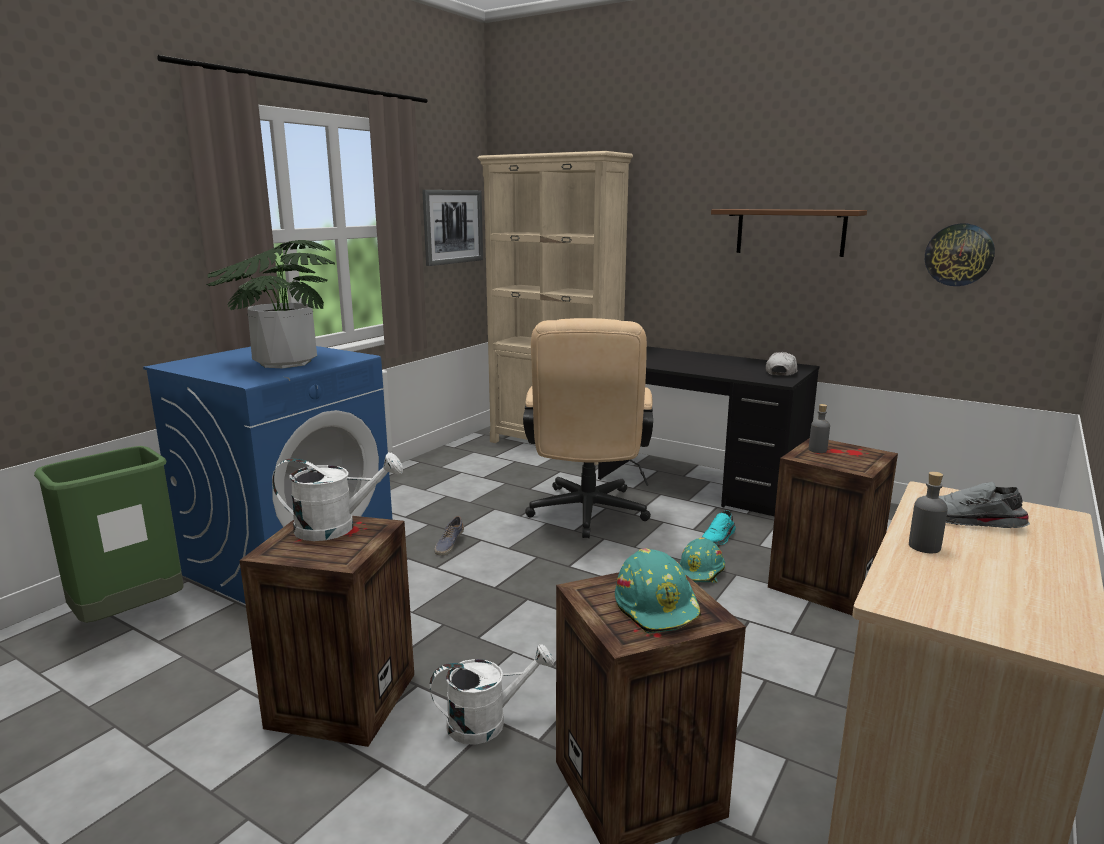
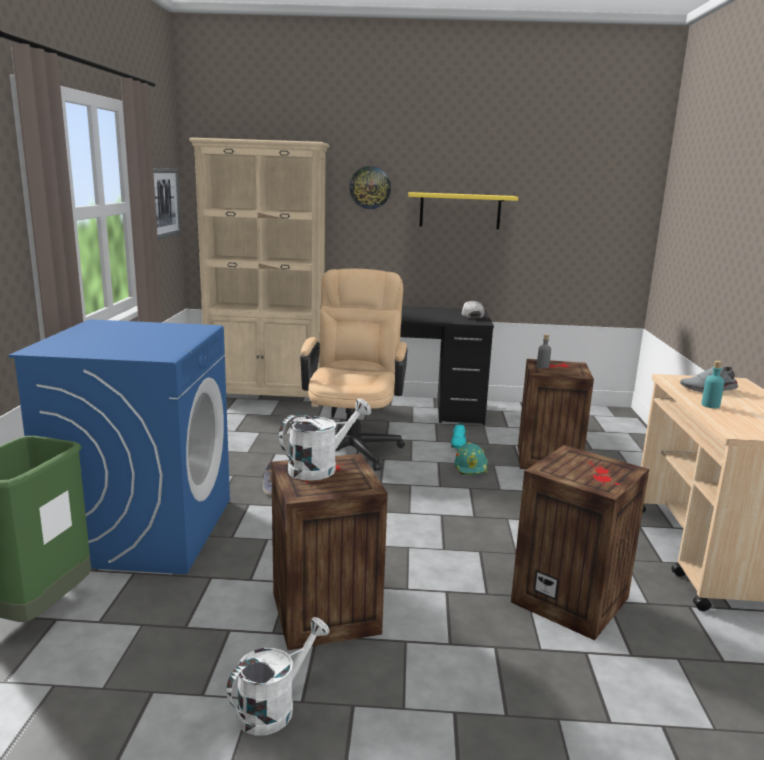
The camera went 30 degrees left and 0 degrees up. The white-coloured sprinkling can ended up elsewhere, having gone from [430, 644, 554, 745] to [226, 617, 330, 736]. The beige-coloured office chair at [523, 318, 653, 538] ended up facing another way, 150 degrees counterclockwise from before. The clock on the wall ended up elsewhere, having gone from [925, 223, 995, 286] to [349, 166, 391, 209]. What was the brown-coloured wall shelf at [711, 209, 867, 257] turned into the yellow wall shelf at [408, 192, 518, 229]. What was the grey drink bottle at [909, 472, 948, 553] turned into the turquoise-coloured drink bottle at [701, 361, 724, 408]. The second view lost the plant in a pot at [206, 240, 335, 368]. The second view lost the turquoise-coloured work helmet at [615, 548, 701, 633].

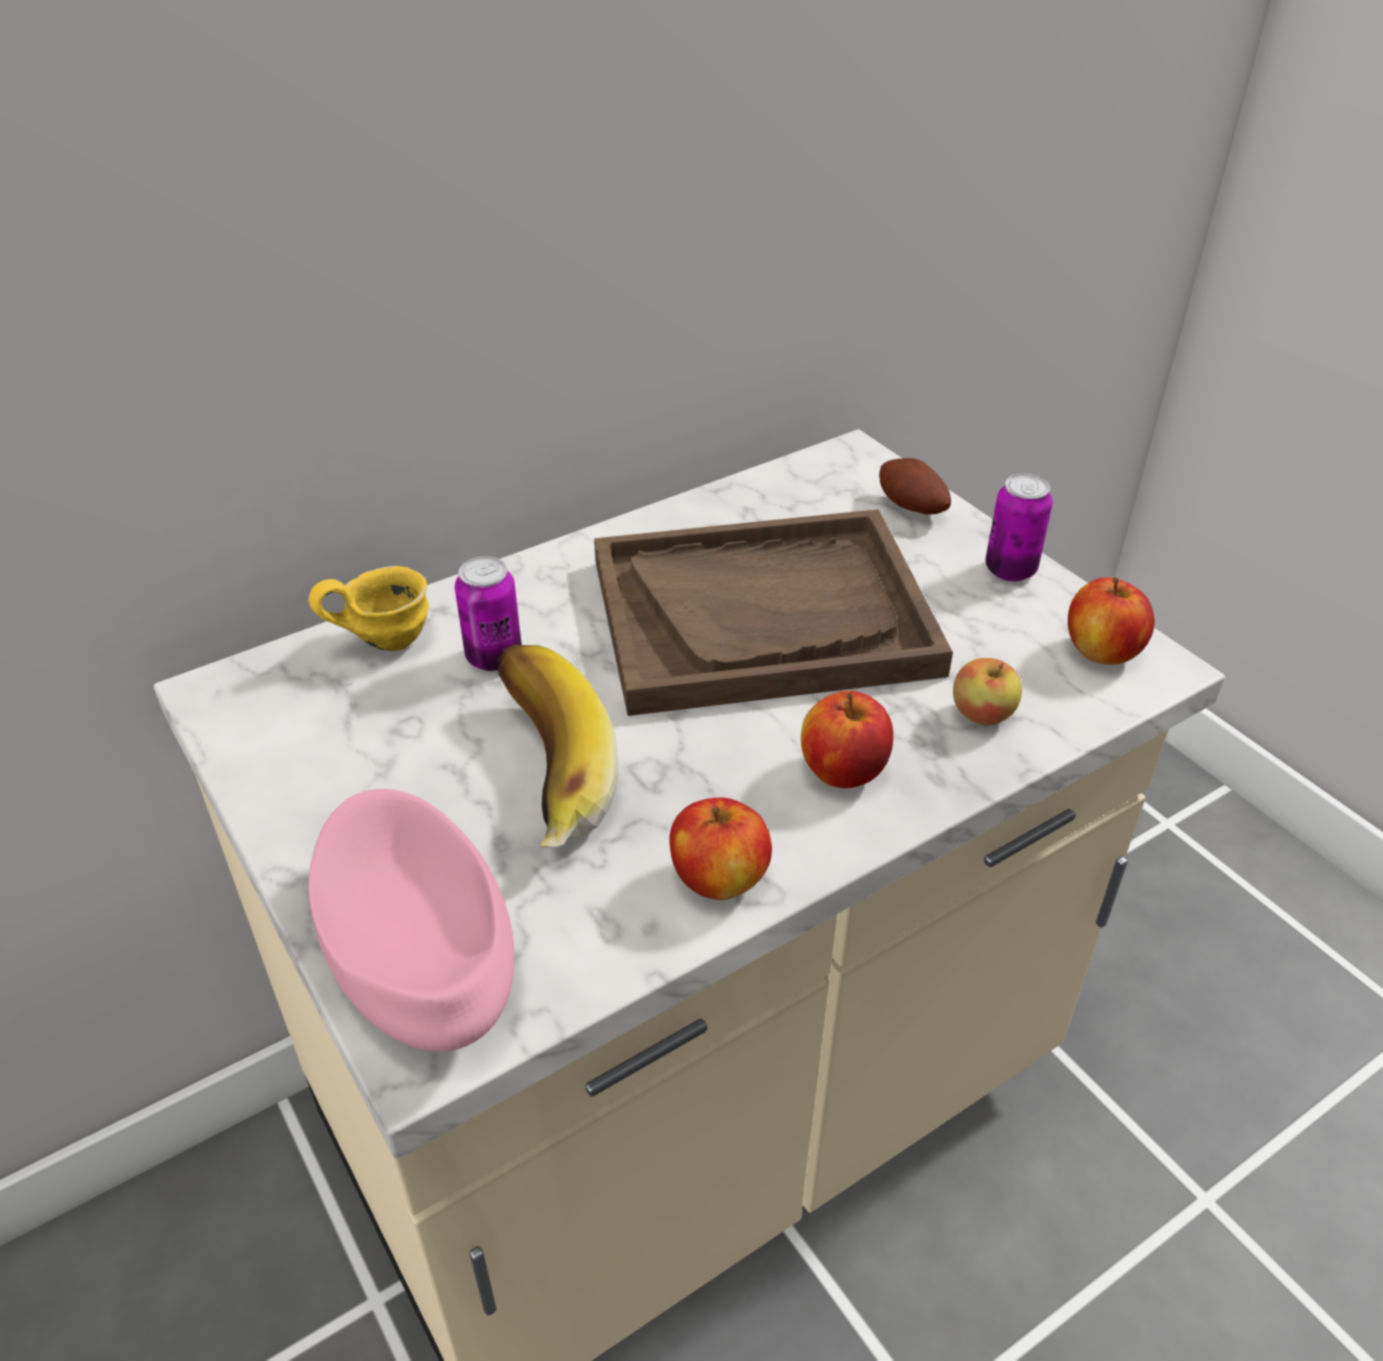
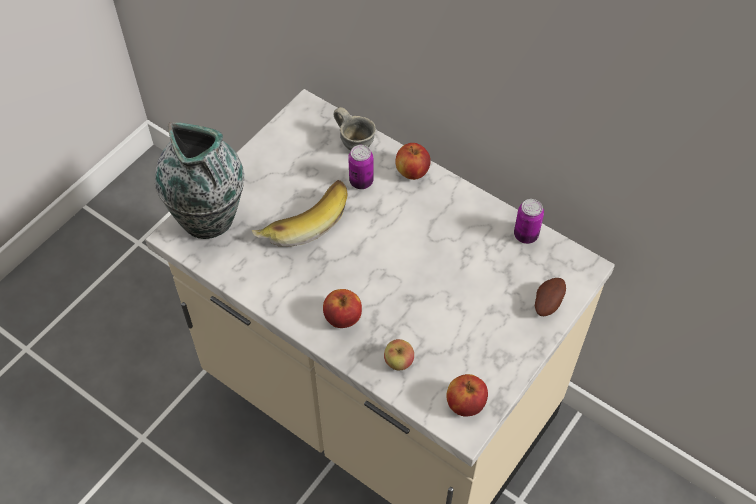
The camera went 70 degrees right and 15 degrees up. Where the pink-coloured bowl stood at [308, 789, 514, 1052], the flower vase came to stand at [155, 122, 244, 239]. What was the yellow tea mug at [308, 566, 429, 651] turned into the grey tea mug at [333, 107, 376, 151]. The whole apple ended up elsewhere, having gone from [670, 798, 772, 900] to [395, 143, 431, 180]. The sealed can ended up elsewhere, having gone from [986, 474, 1053, 582] to [514, 199, 544, 244]. The second view lost the brown-coloured tray at [594, 509, 953, 716].

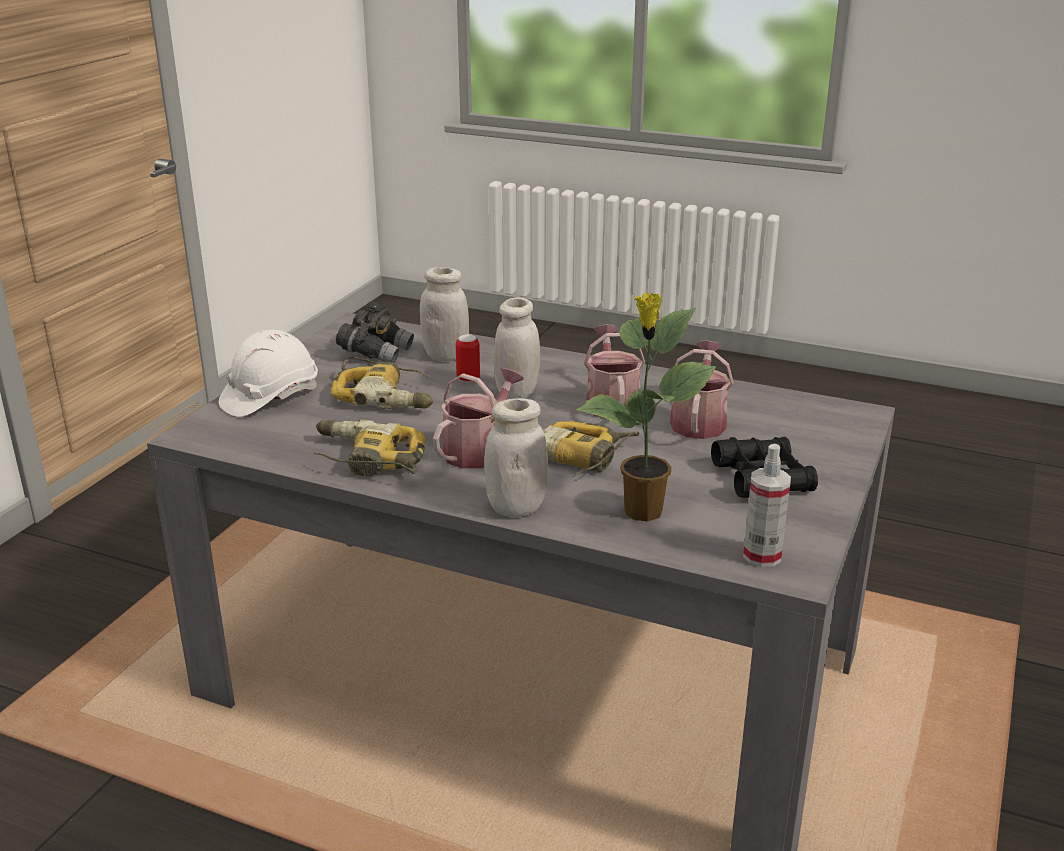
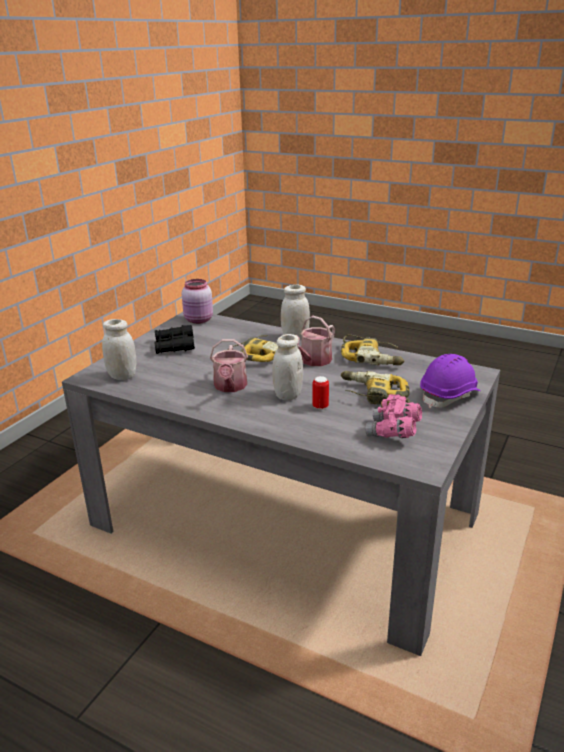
The camera went 175 degrees left and 0 degrees up. The white-coloured preserve jar ended up elsewhere, having gone from [420, 267, 469, 361] to [102, 319, 136, 380]. Where the sprayer stood at [743, 444, 791, 567], the pink-coloured preserve jar came to stand at [182, 279, 213, 324]. What was the grey field glasses at [336, 302, 414, 363] turned into the pink-coloured field glasses at [365, 394, 422, 438]. What was the white-coloured work helmet at [219, 330, 318, 417] turned into the purple-coloured work helmet at [420, 354, 481, 408]. The second view lost the plant in a pot at [576, 292, 716, 522]. The second view lost the sprinkling can at [670, 341, 734, 439].

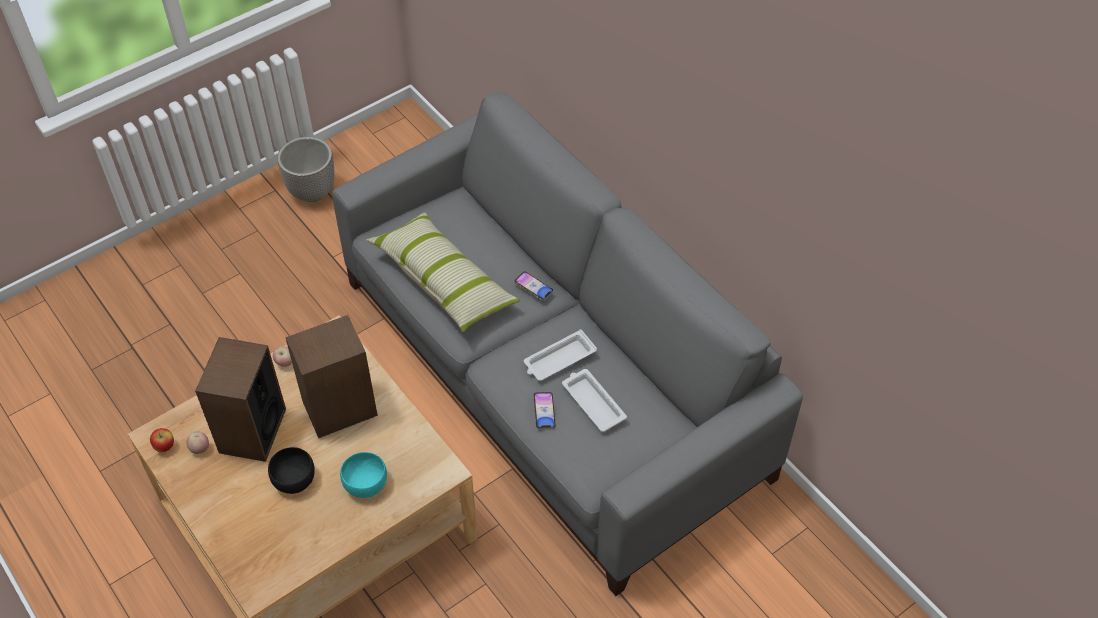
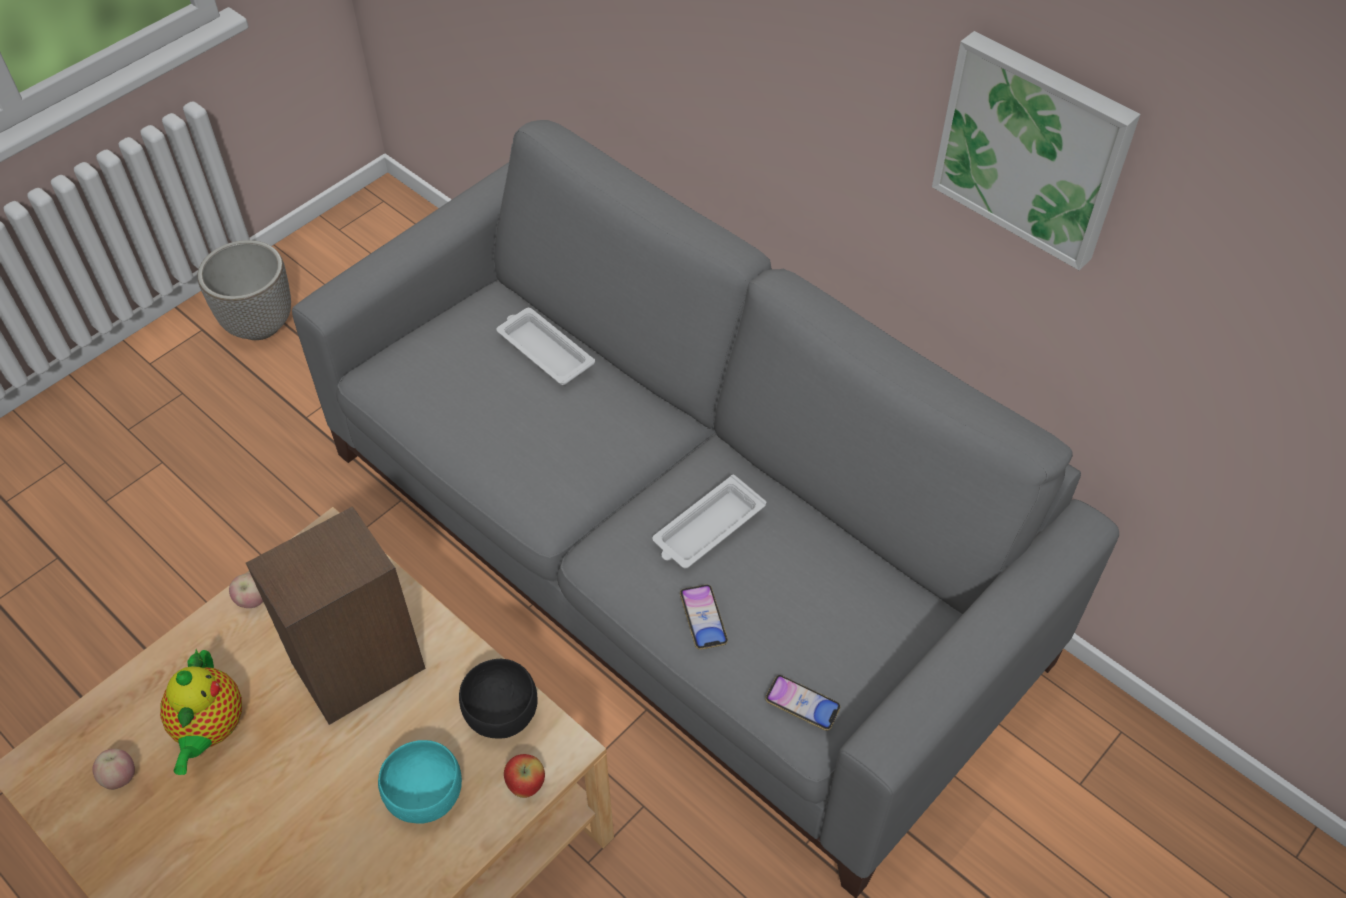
The camera went 10 degrees left and 0 degrees up. Where the loudspeaker stood at [195, 337, 286, 462], the tea pot came to stand at [160, 649, 242, 775]. The blackish bowl ended up elsewhere, having gone from [268, 447, 315, 494] to [459, 659, 538, 739]. The white-coloured tray ended up elsewhere, having gone from [562, 369, 627, 432] to [497, 308, 595, 385]. The whole apple ended up elsewhere, having gone from [150, 428, 174, 452] to [504, 754, 545, 798]. The handset ended up elsewhere, having gone from [514, 272, 553, 301] to [765, 675, 840, 731]. The second view gained the picture at [932, 31, 1140, 270]. The second view lost the pillow at [366, 212, 520, 332].

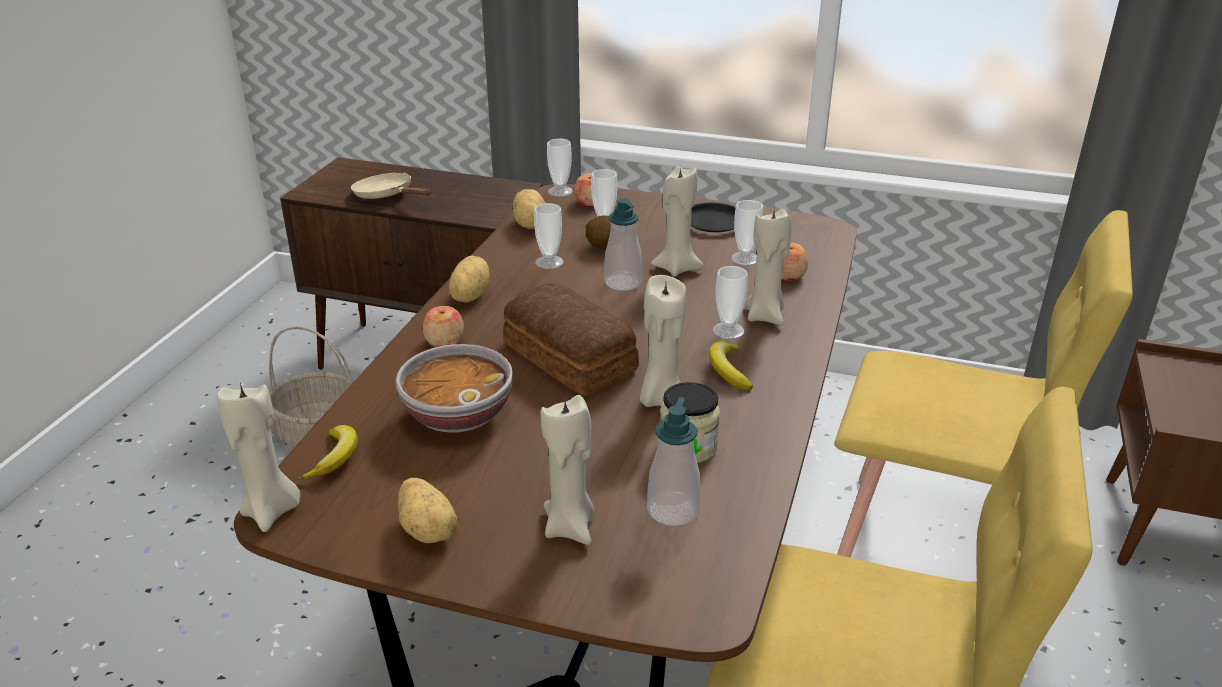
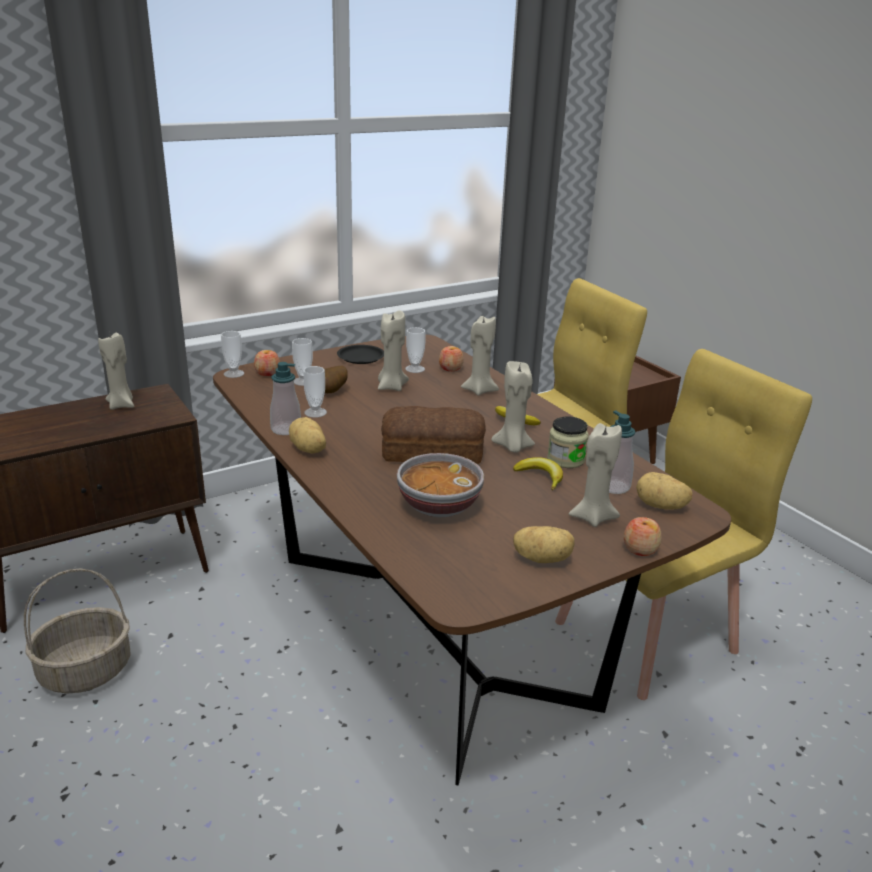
The camera went 50 degrees left and 5 degrees down. The beige-coloured wax candle ended up elsewhere, having gone from [217, 383, 300, 532] to [98, 331, 134, 410]. The soap bottle ended up elsewhere, having gone from [604, 198, 642, 291] to [270, 362, 301, 435]. The whole banana ended up elsewhere, having gone from [298, 425, 358, 480] to [513, 457, 563, 491]. The whole apple ended up elsewhere, having gone from [423, 306, 464, 347] to [624, 517, 662, 556]. The potato ended up elsewhere, having gone from [513, 189, 545, 229] to [636, 472, 692, 510]. The second view lost the beige-coloured skillet at [351, 173, 431, 199]. The second view lost the drinking cup at [713, 266, 748, 339].

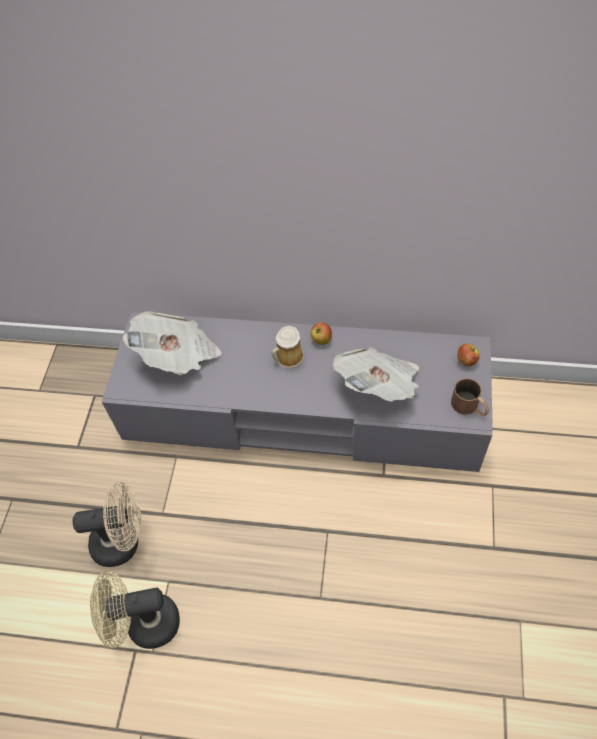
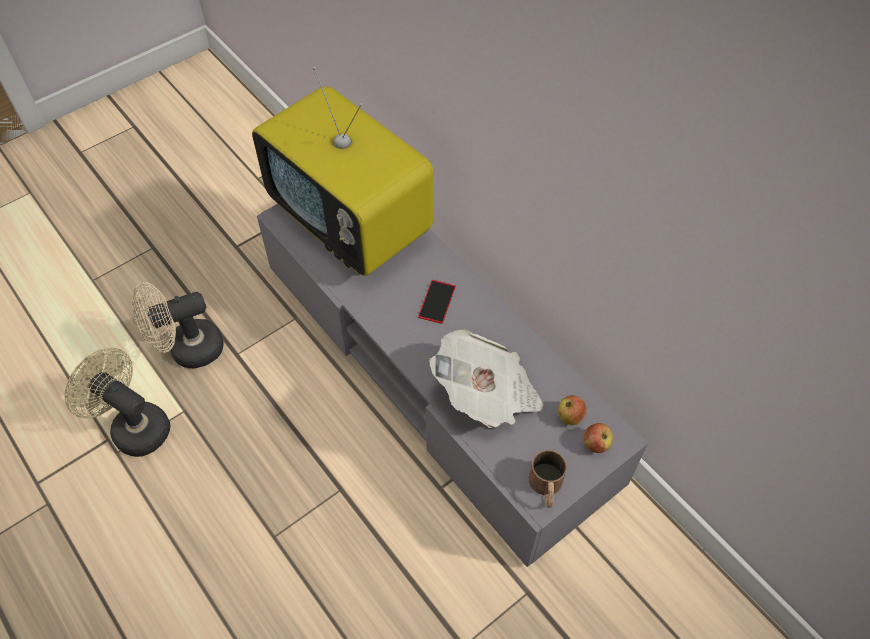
The camera went 40 degrees right and 0 degrees up. The beige-coloured electric fan at [73, 481, 141, 567] ended up facing another way, 120 degrees clockwise from before. Where the newspaper stood at [122, 311, 221, 375], the television came to stand at [252, 66, 433, 276]. Where the tea mug stood at [271, 326, 304, 368], the handset came to stand at [418, 280, 456, 324]. The whole apple ended up elsewhere, having gone from [310, 322, 332, 345] to [558, 395, 587, 425].

